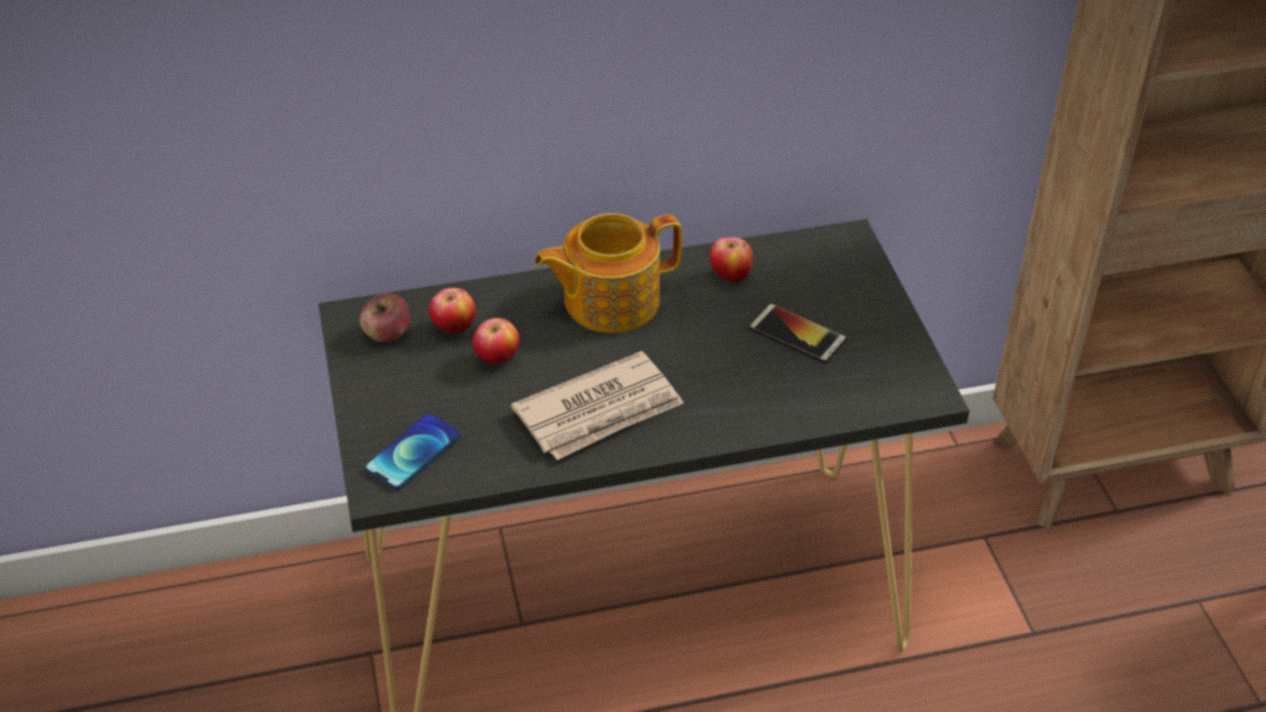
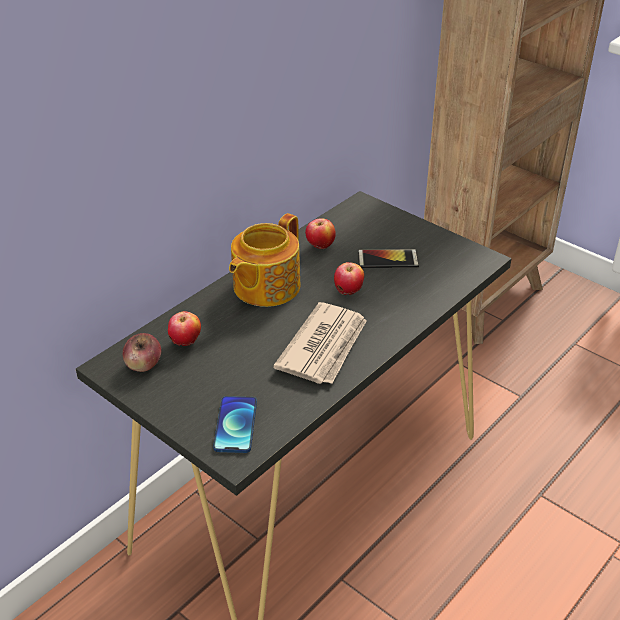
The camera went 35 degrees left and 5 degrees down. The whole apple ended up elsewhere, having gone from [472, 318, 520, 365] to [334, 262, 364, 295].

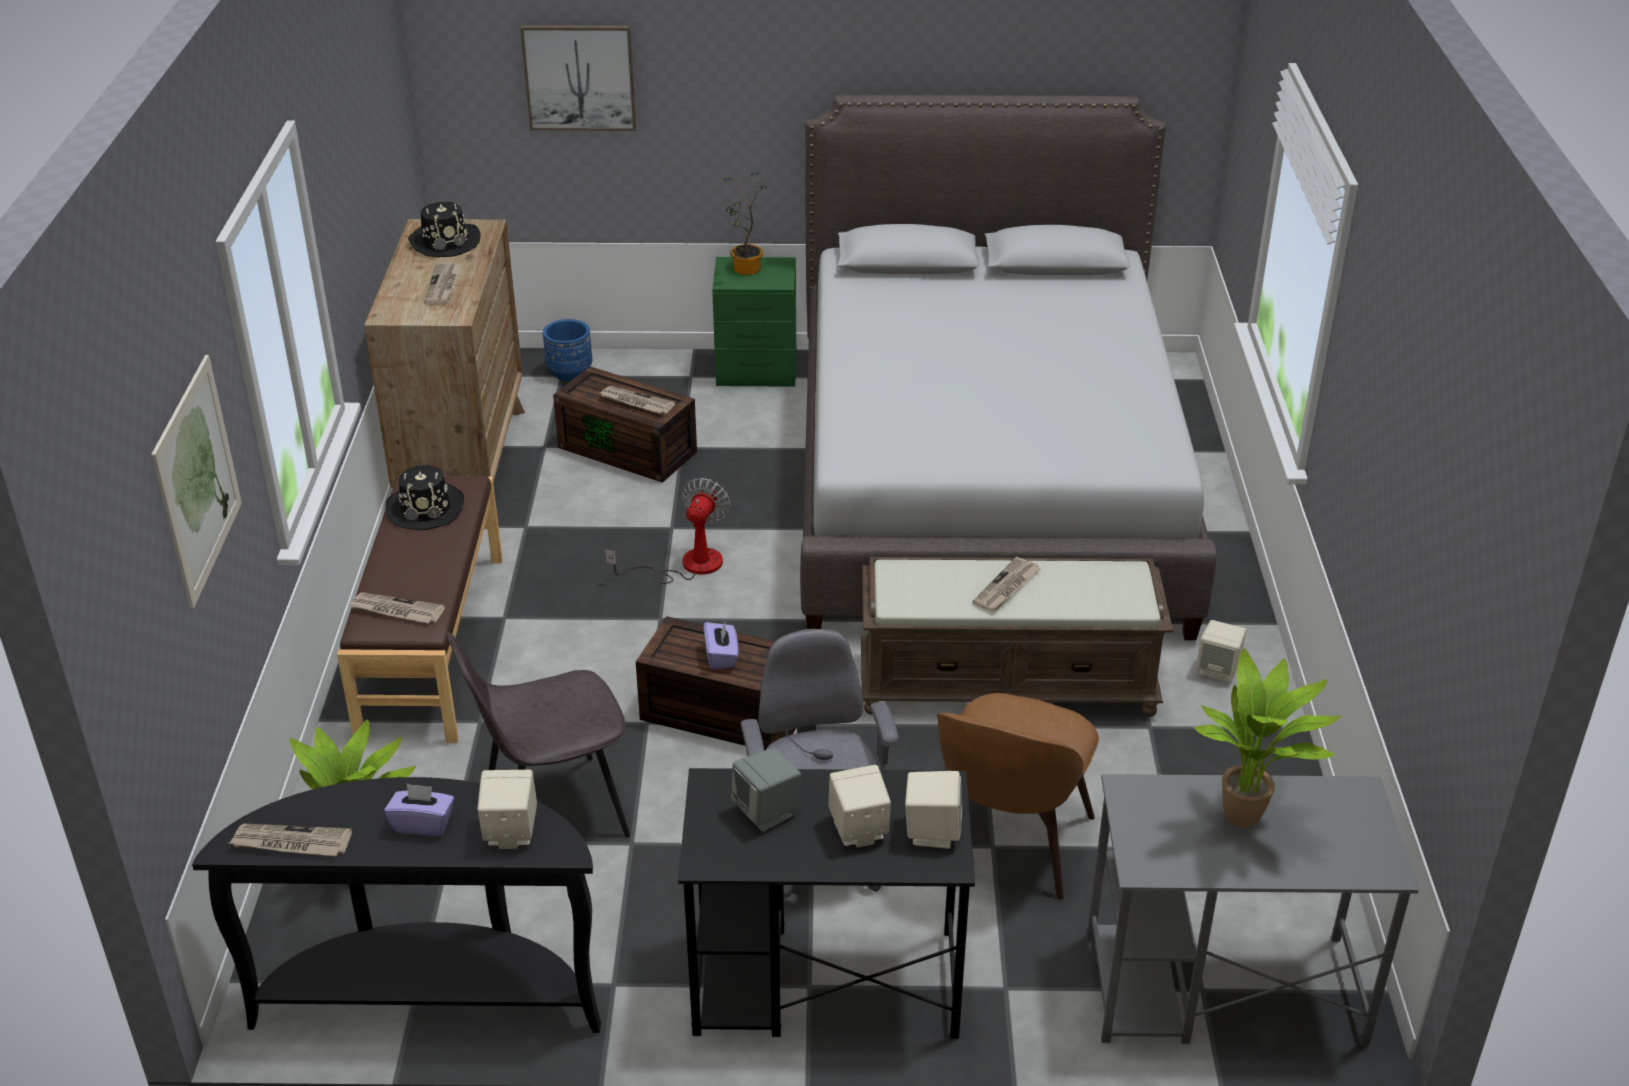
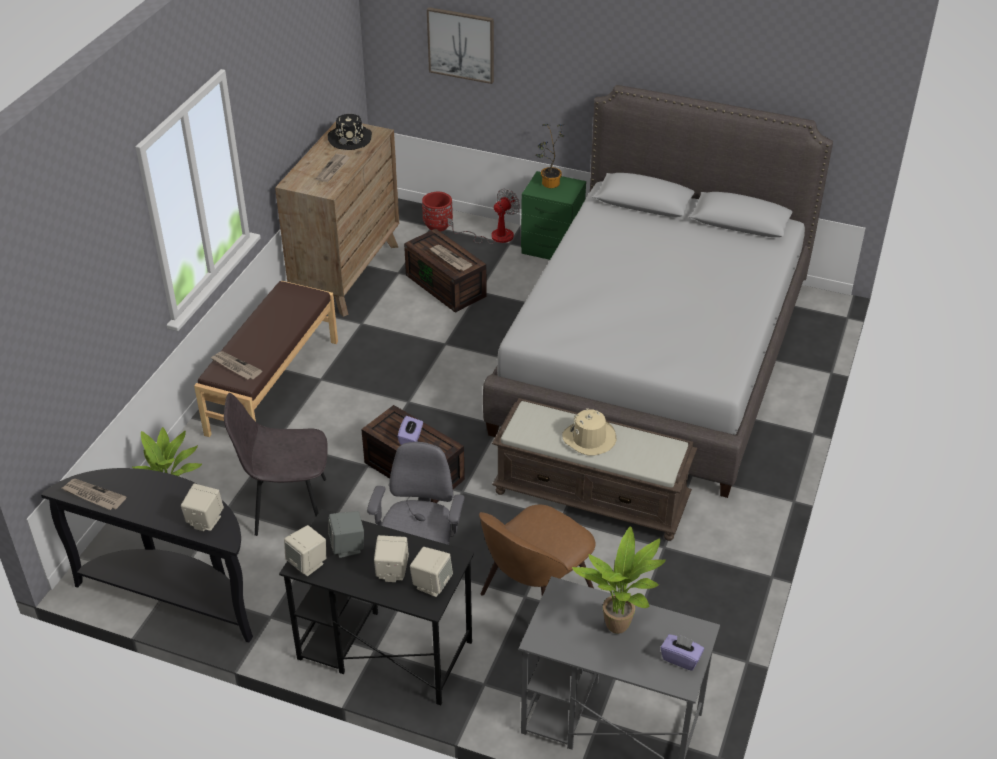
The camera went 20 degrees right and 5 degrees up. The beige-coloured loudspeaker ended up elsewhere, having gone from [1196, 620, 1246, 683] to [284, 525, 326, 576]. What was the blue-coloured plant pot at [543, 319, 592, 381] turned into the reddish plant pot at [422, 192, 453, 231]. The electric fan ended up elsewhere, having gone from [605, 478, 731, 584] to [447, 189, 520, 244]. Where the newspaper stood at [972, 557, 1040, 611], the beige-coloured hat came to stand at [562, 408, 617, 456]. The purple-coloured tissue box ended up elsewhere, having gone from [384, 783, 454, 836] to [661, 634, 704, 671]. The second view lost the picture at [151, 355, 242, 609]. The second view lost the blackish hat at [385, 465, 464, 530].

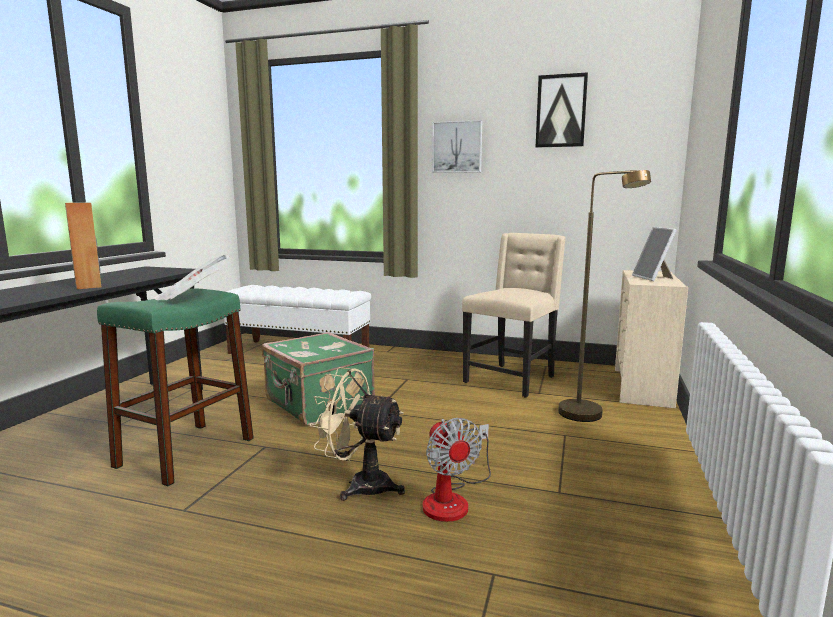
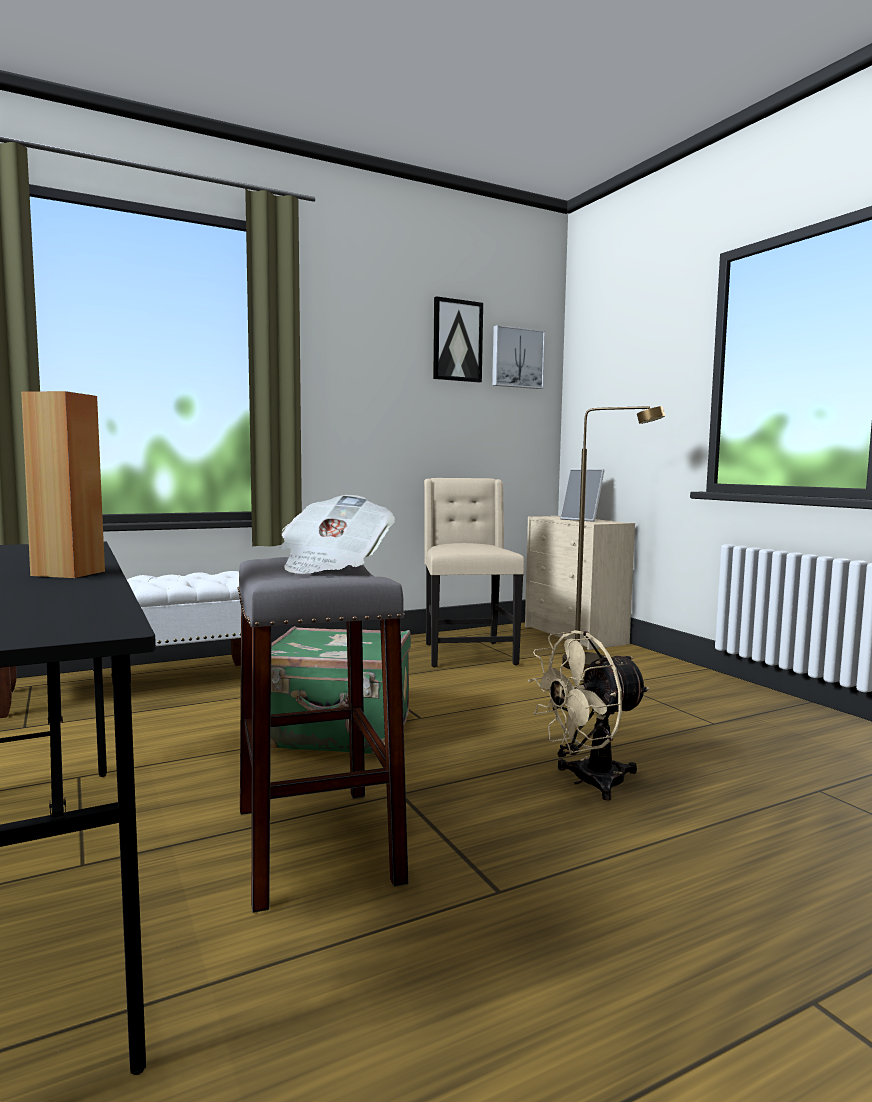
The camera went 45 degrees left and 5 degrees down. What was the green-coloured stool at [97, 288, 254, 486] turned into the grey stool at [237, 557, 408, 913]. The picture ended up elsewhere, having gone from [432, 120, 482, 173] to [492, 325, 545, 389]. The second view lost the electric fan at [423, 418, 491, 522].

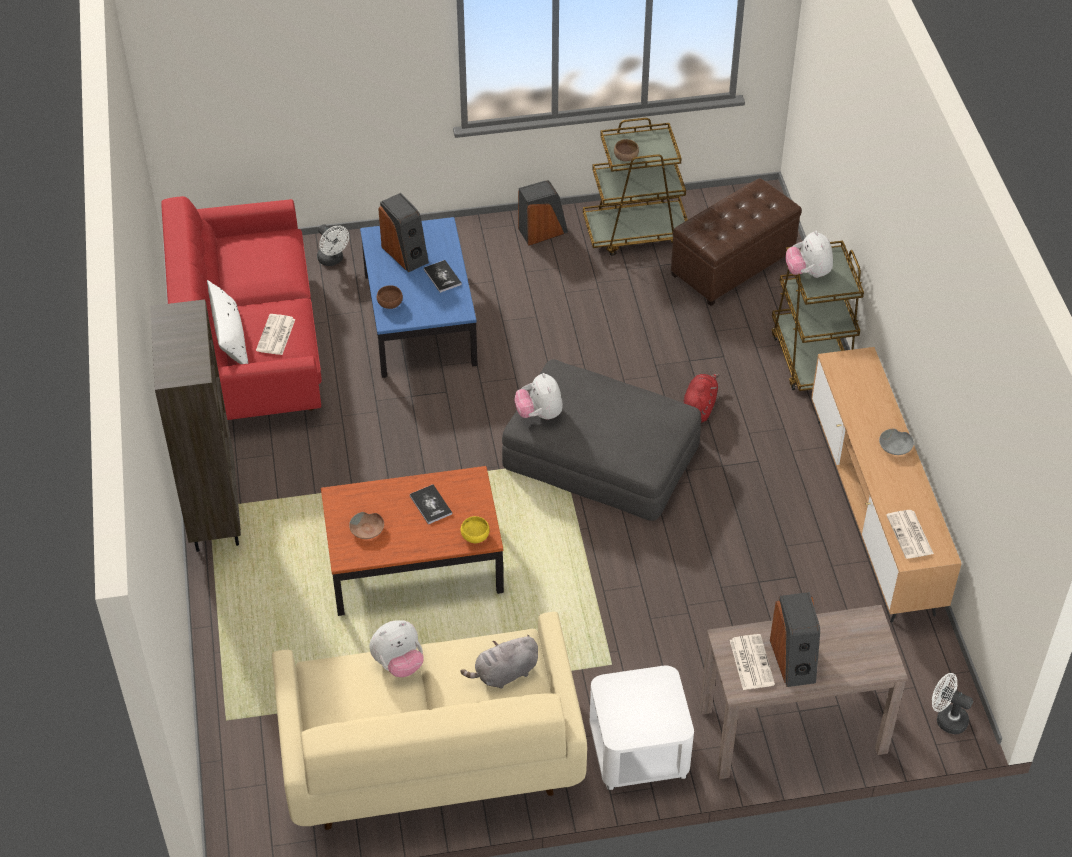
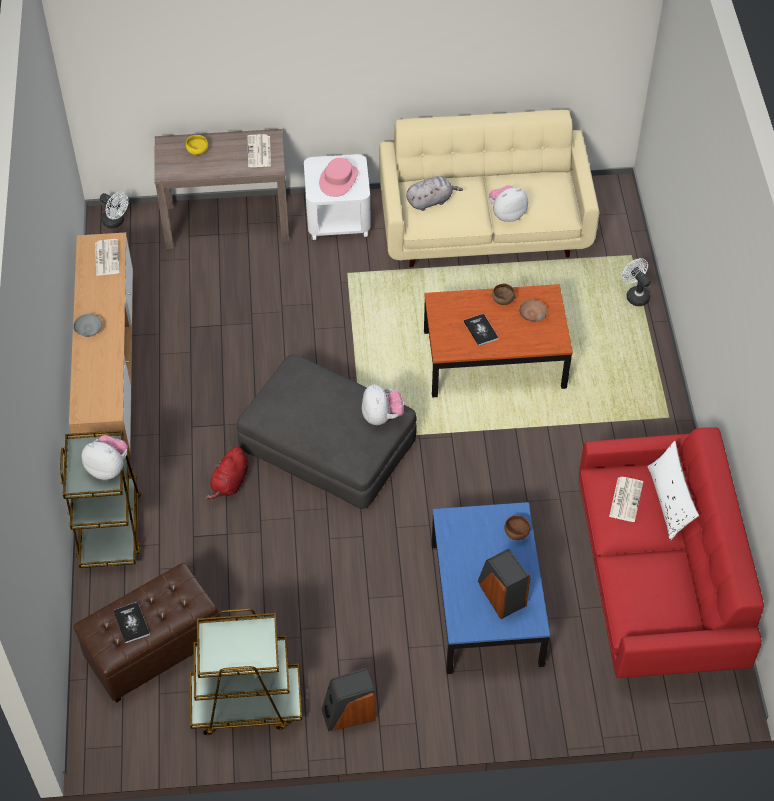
The camera went 175 degrees left and 5 degrees up. The soft toy at [785, 231, 833, 278] ended up facing another way, 60 degrees counterclockwise from before. The volume ended up elsewhere, having gone from [424, 260, 462, 293] to [114, 602, 150, 644]. The yellow bowl ended up elsewhere, having gone from [461, 516, 489, 543] to [186, 135, 208, 155]. The second view gained the pink-coloured hat at [319, 158, 359, 197]. The brown-coloured bowl ended up elsewhere, having gone from [614, 139, 639, 161] to [492, 284, 515, 305]. The white-coloured electric fan ended up elsewhere, having gone from [317, 224, 349, 266] to [622, 258, 651, 306]. The second view lost the brown-coloured bookcase at [150, 299, 241, 552]. The second view lost the loudspeaker at [770, 592, 820, 687].

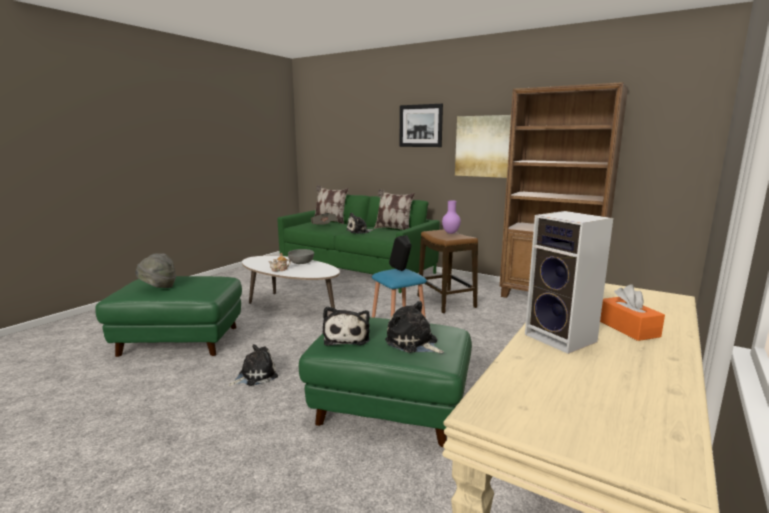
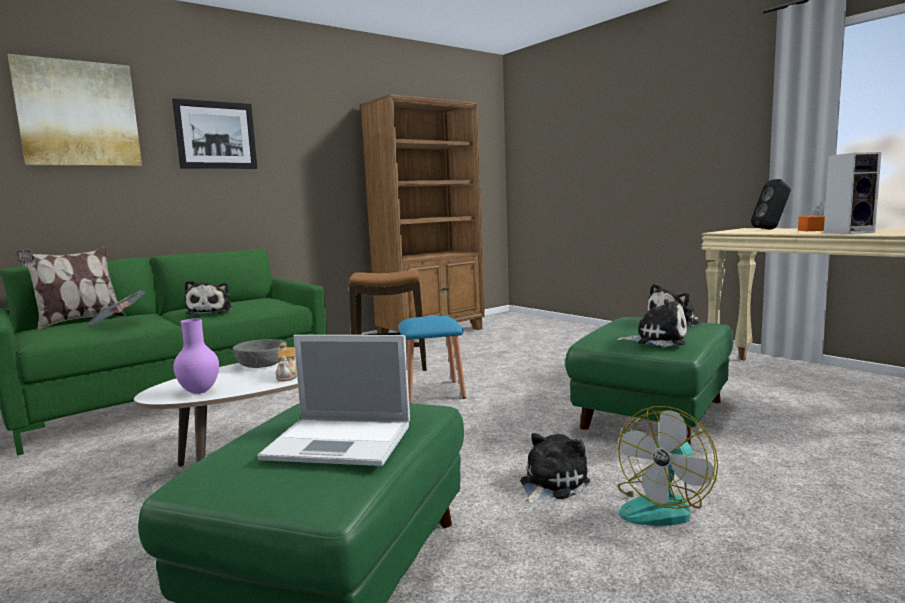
The camera went 70 degrees left and 5 degrees down. The picture ended up elsewhere, having gone from [455, 115, 511, 178] to [8, 54, 142, 166]. The purple-coloured flower vase ended up elsewhere, having gone from [442, 200, 461, 234] to [173, 318, 219, 394]. Where the grey hat stood at [135, 253, 176, 288], the notebook computer came to stand at [257, 335, 410, 466]. The soft toy at [228, 344, 278, 386] ended up facing another way, 60 degrees clockwise from before. The second view gained the electric fan at [617, 406, 718, 526]. The blackish loudspeaker ended up elsewhere, having gone from [389, 235, 412, 271] to [751, 179, 791, 229]. The second view lost the pillow at [374, 189, 415, 230].

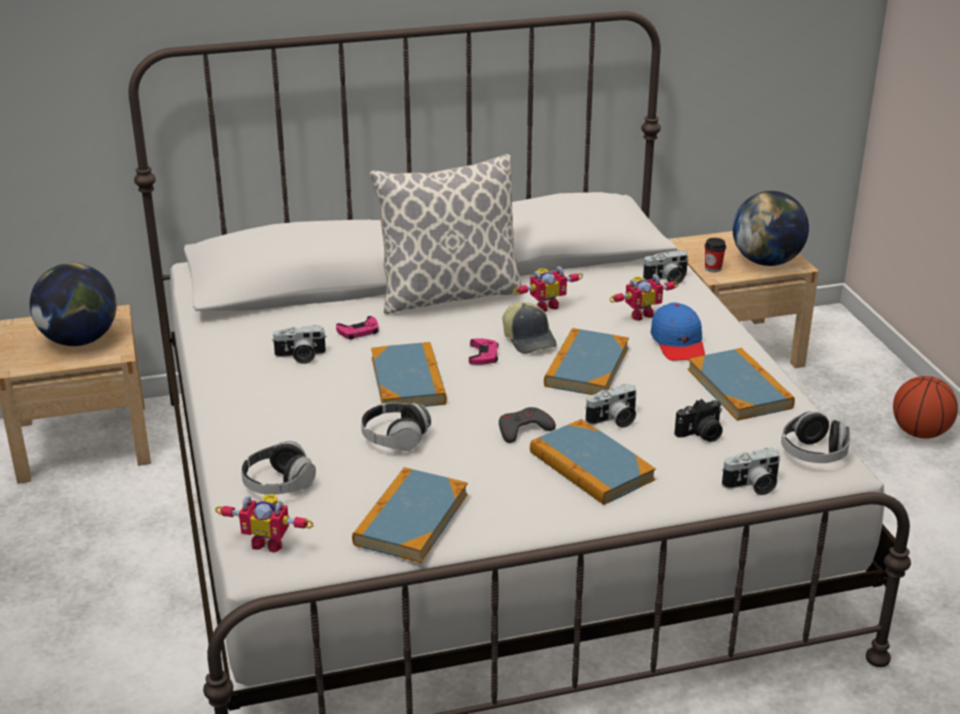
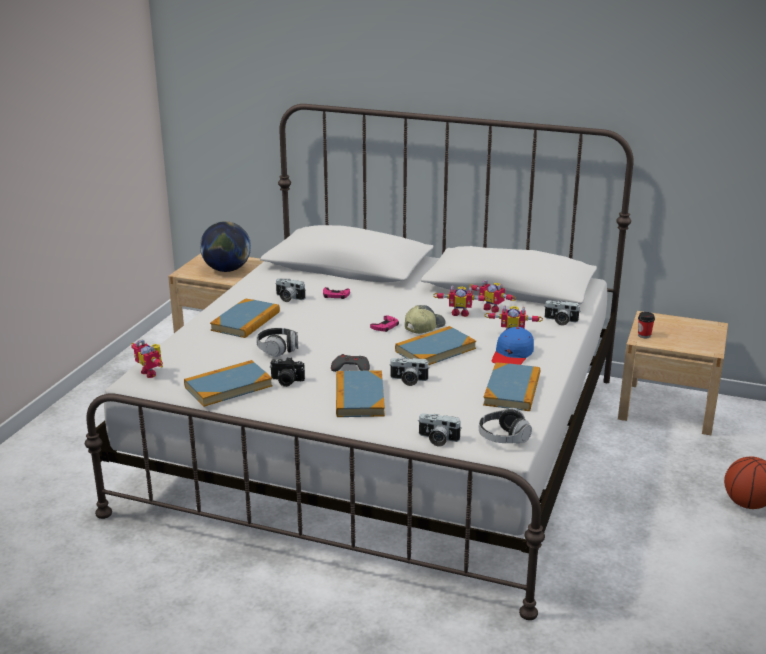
The camera went 35 degrees right and 5 degrees down. The volume ended up elsewhere, having gone from [371, 342, 447, 407] to [210, 298, 280, 338]. The photo camera ended up elsewhere, having gone from [674, 399, 723, 442] to [270, 357, 305, 387]. The peaked cap at [502, 302, 557, 354] ended up facing another way, 150 degrees counterclockwise from before. The second view gained the robot figure at [469, 280, 516, 313]. The second view lost the pair of headphones at [241, 441, 316, 495]. The second view lost the pillow at [369, 154, 522, 314]. The second view lost the globe at [732, 191, 809, 266].

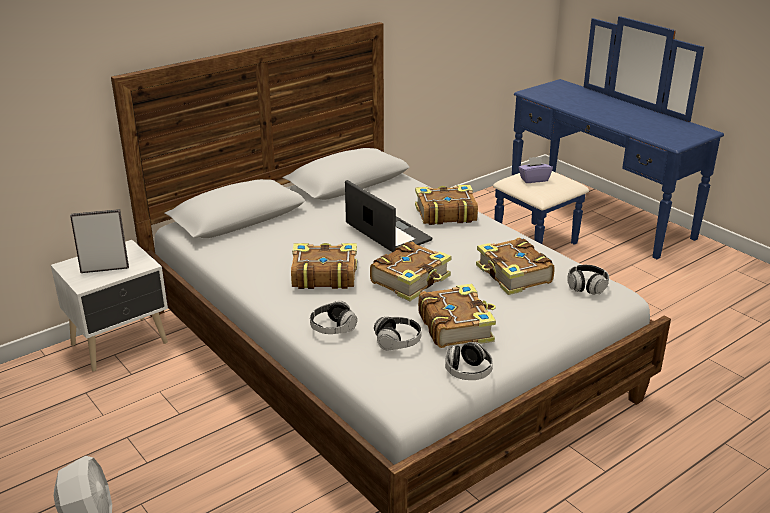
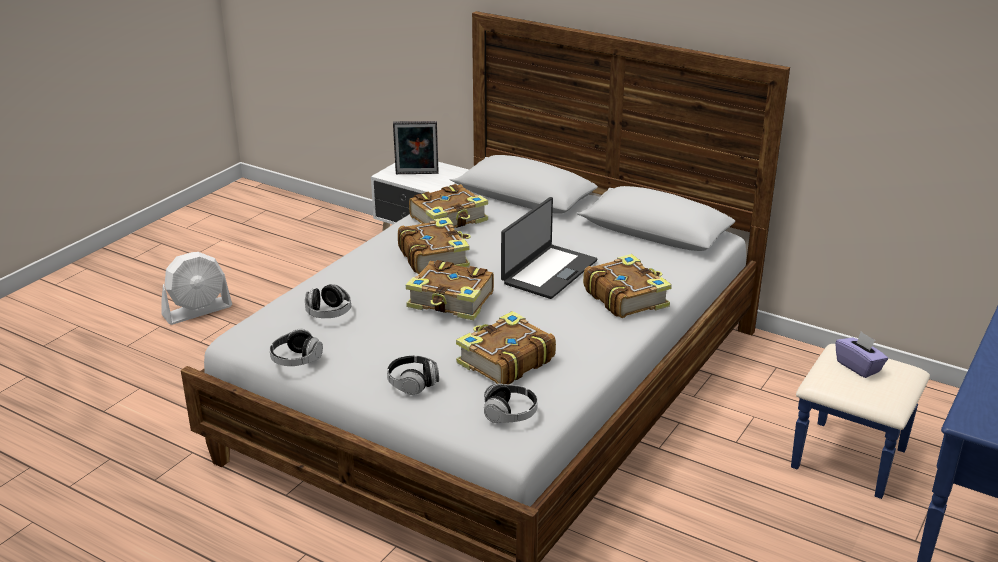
The camera went 70 degrees right and 0 degrees up. The pair of headphones ended up elsewhere, having gone from [310, 301, 357, 334] to [387, 355, 439, 395]. The photo frame at [70, 209, 129, 273] ended up facing another way, 120 degrees clockwise from before. The volume ended up elsewhere, having gone from [418, 284, 496, 348] to [409, 184, 488, 228].

